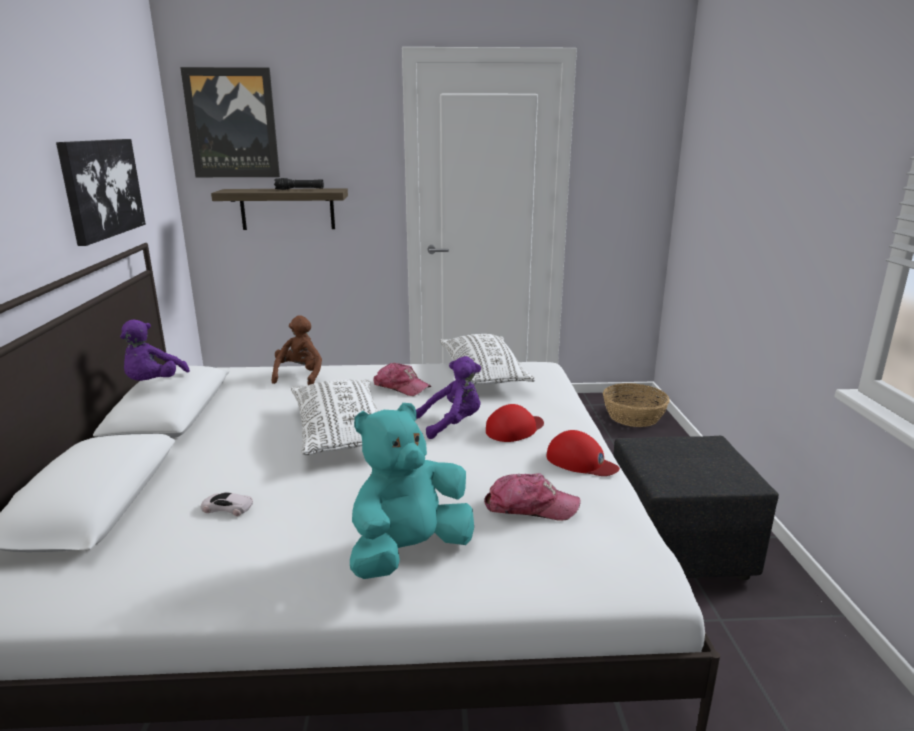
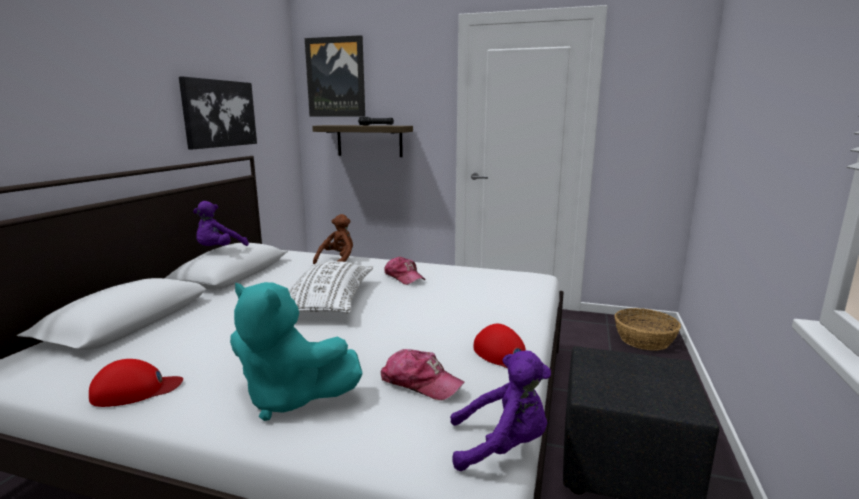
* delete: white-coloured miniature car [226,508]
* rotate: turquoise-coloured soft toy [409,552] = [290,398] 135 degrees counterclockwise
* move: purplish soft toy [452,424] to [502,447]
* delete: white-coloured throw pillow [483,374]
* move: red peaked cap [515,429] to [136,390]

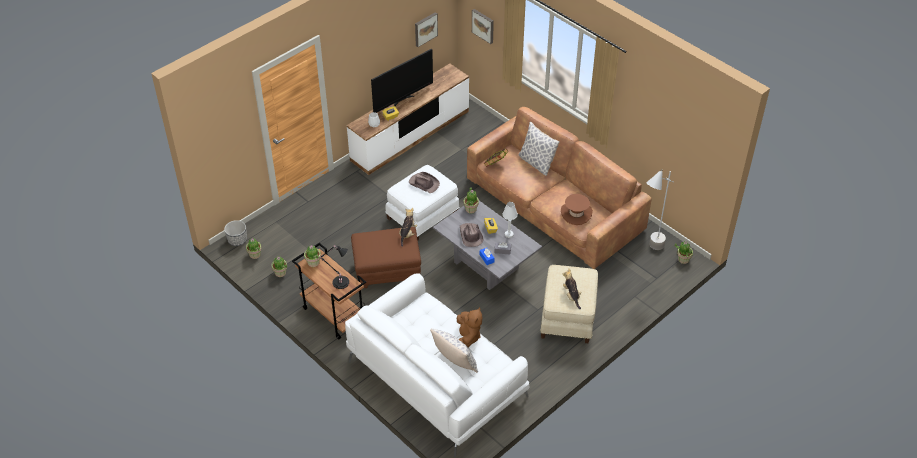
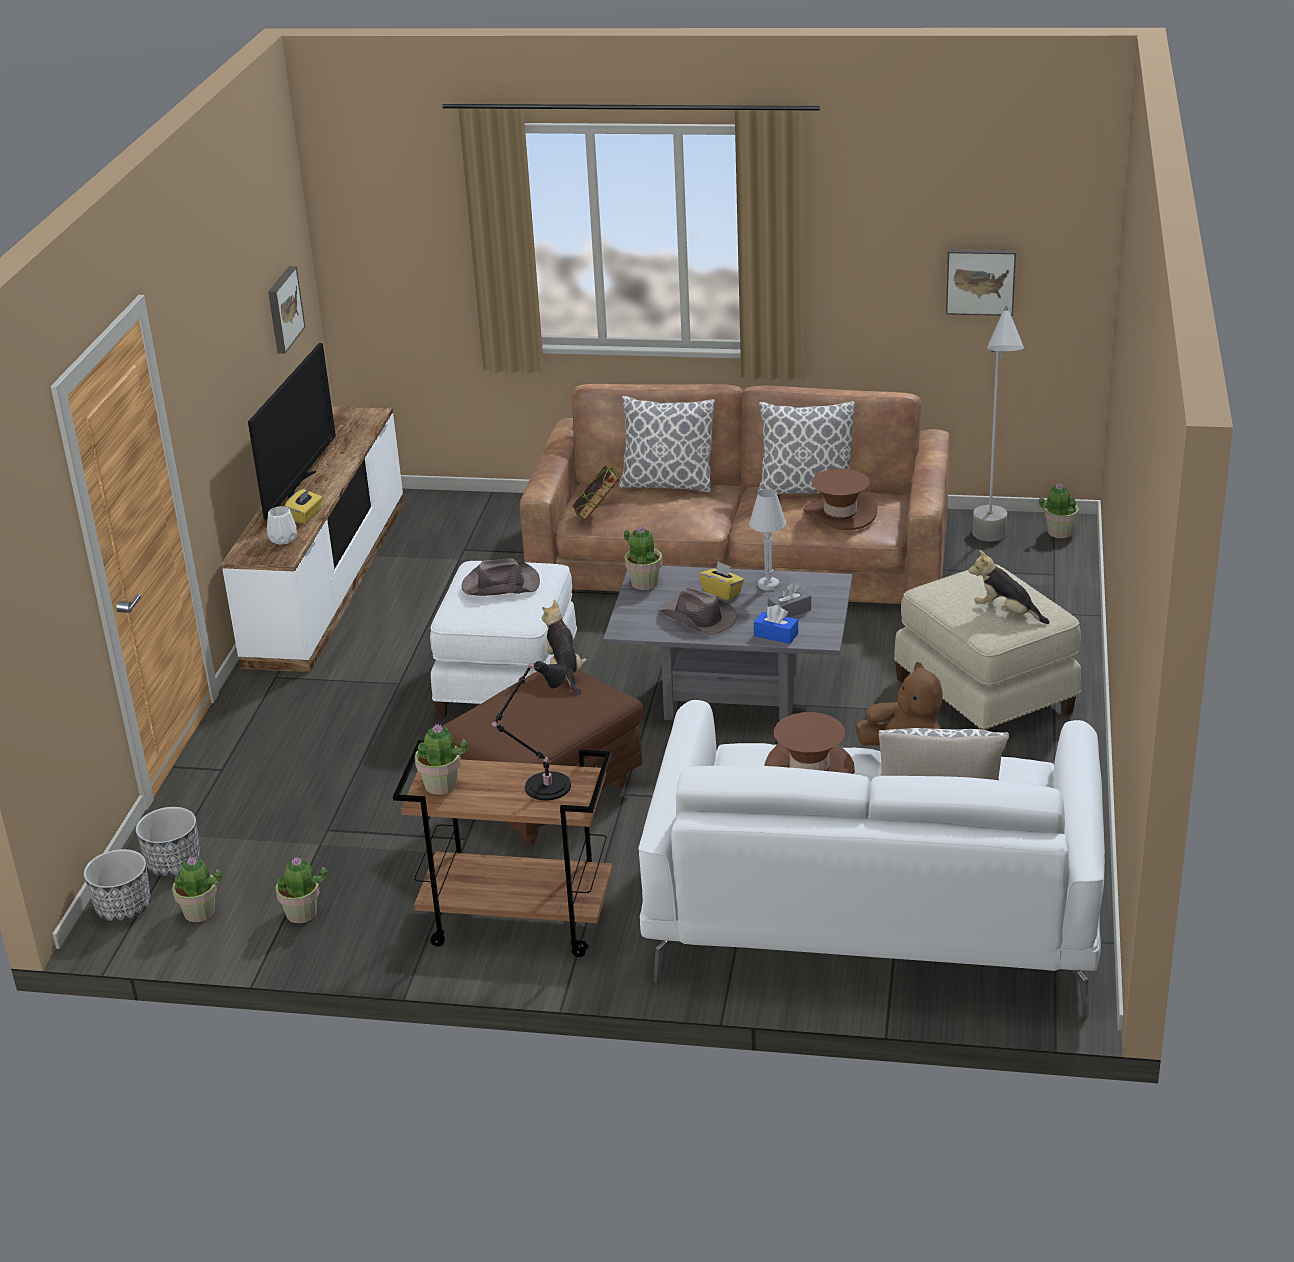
* move: picture [483,25] to [980,281]
* insert: plant pot [174,864]
* insert: throw pillow [805,489]
* insert: brownish wearable hat [809,768]

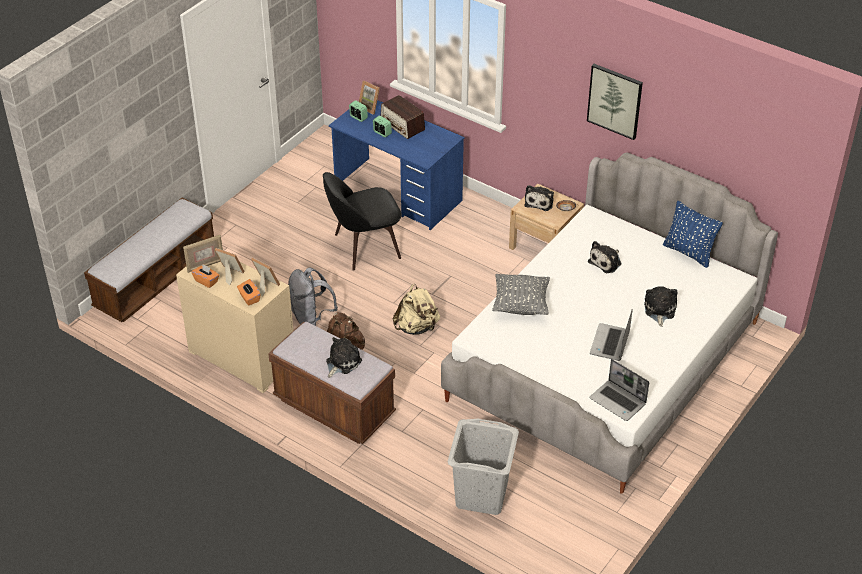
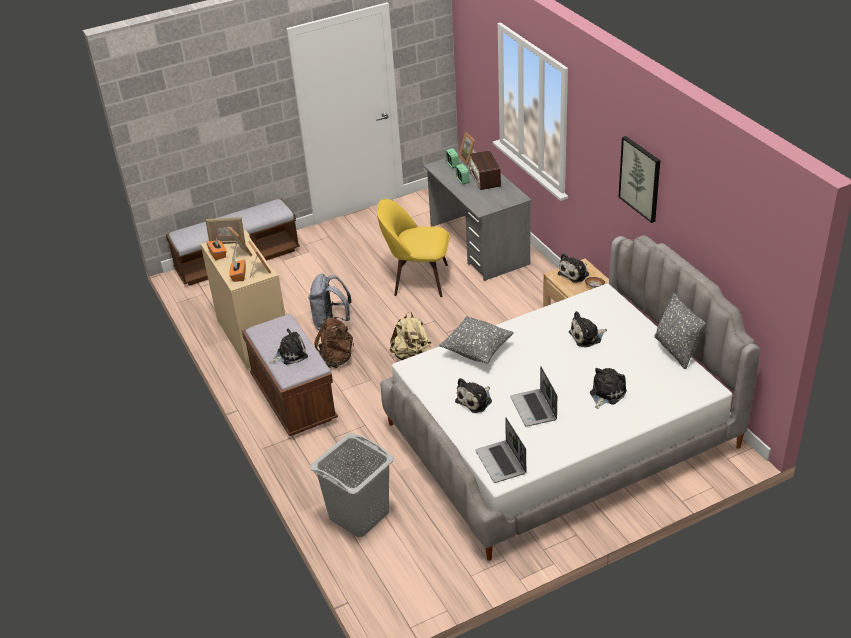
* recolor: black-coloured plain chair [364,247] to yellow-coloured plain chair [418,279]
* recolor: blue desk table [398,193] to greyish desk table [479,245]
* rotate: portable computer [610,344] = [534,409] 60 degrees counterclockwise
* recolor: blue throw pillow [688,252] to greyish throw pillow [676,350]
* insert: soft toy [475,400]

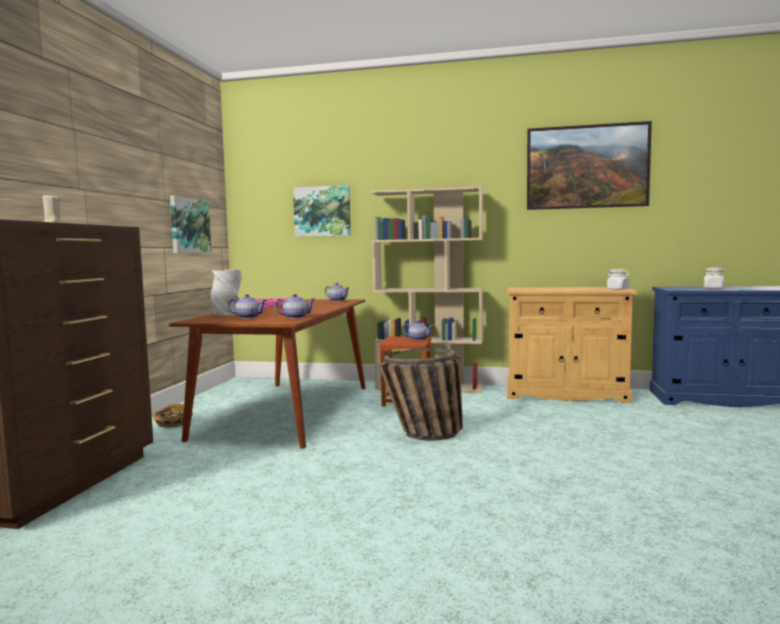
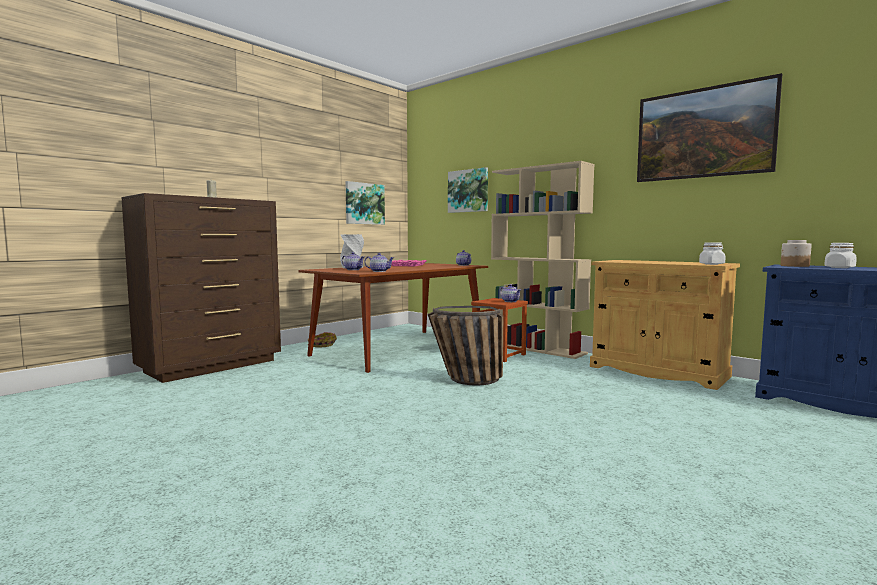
* insert: jar [794,266]

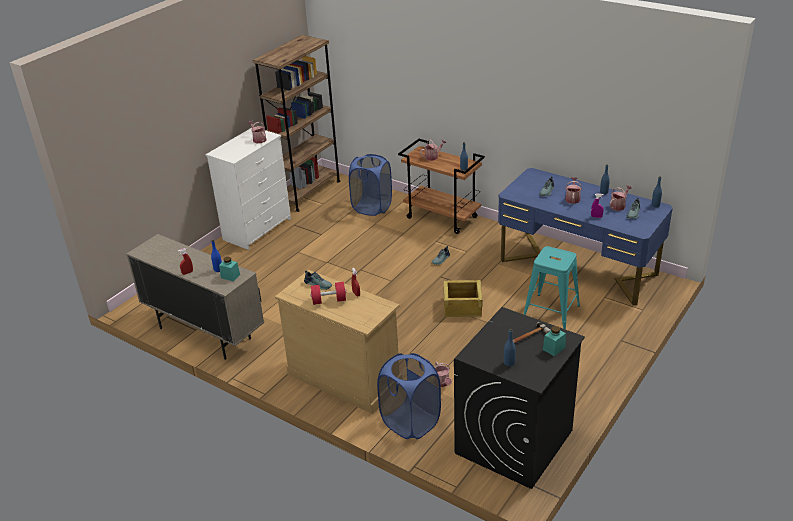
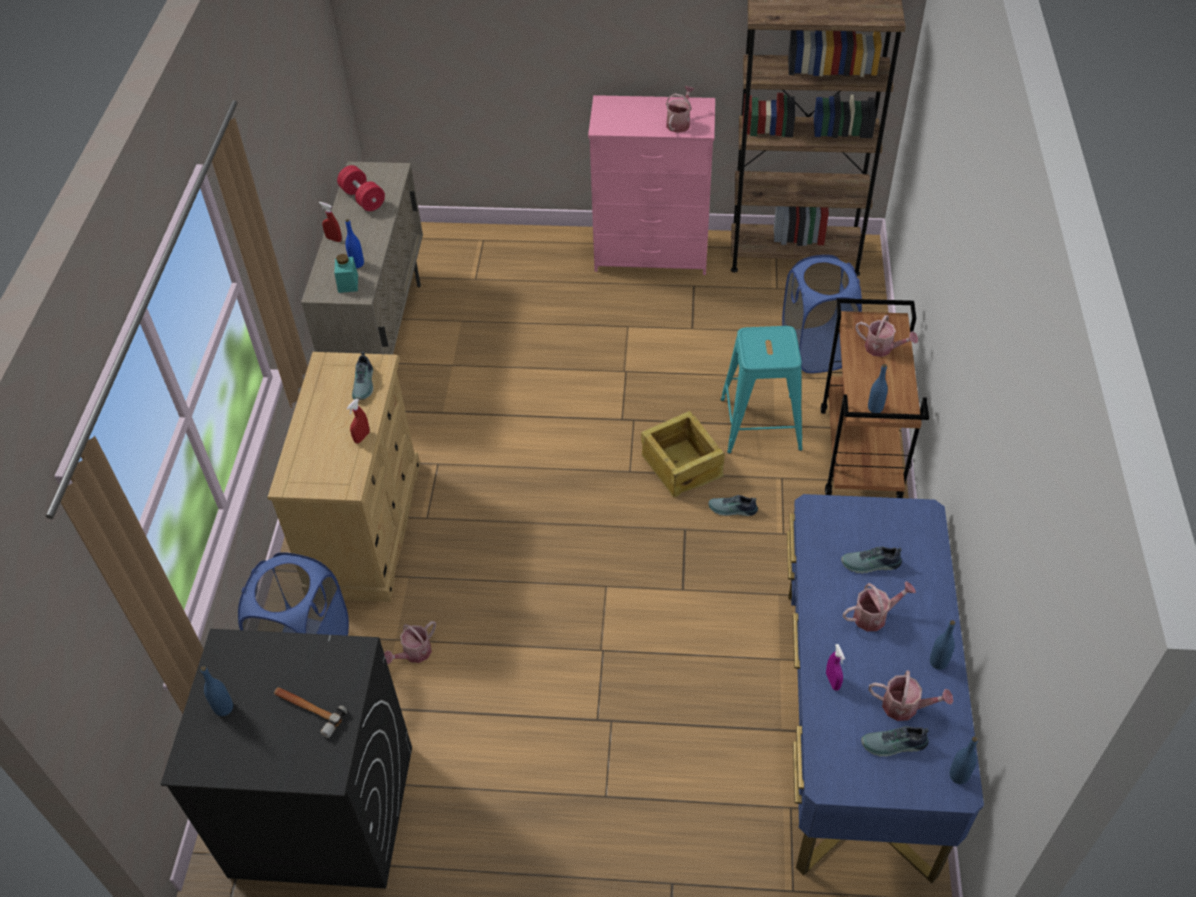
* recolor: white-coloured drawer chest [258,229] to pink-coloured drawer chest [652,254]
* move: red free weight [329,300] to [363,198]
* move: crate [462,306] to [682,465]
* move: turquoise-coloured stool [551,312] to [761,424]
* delete: turquoise-coloured jar [554,348]

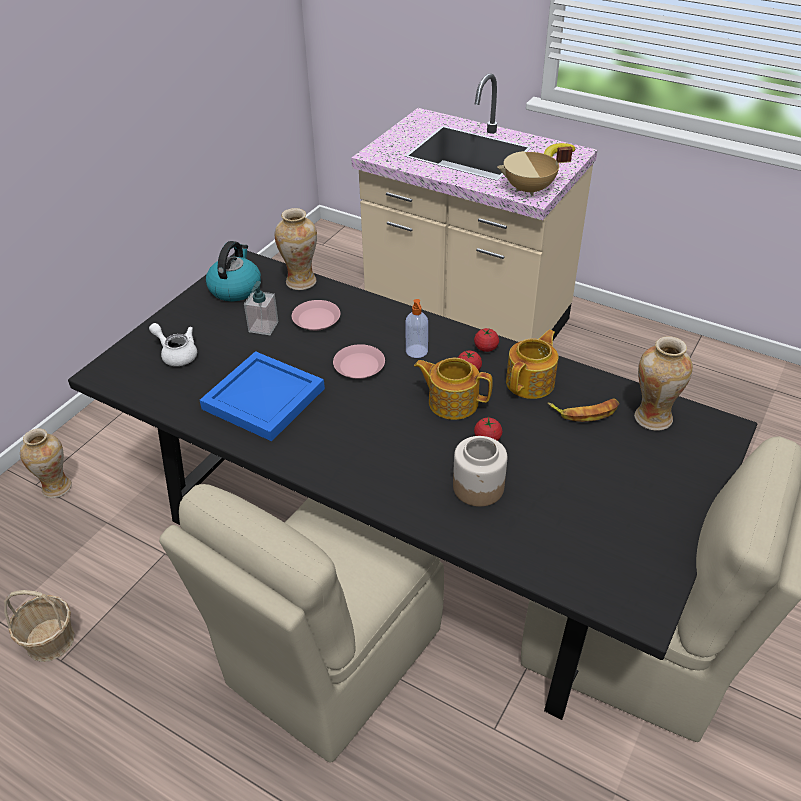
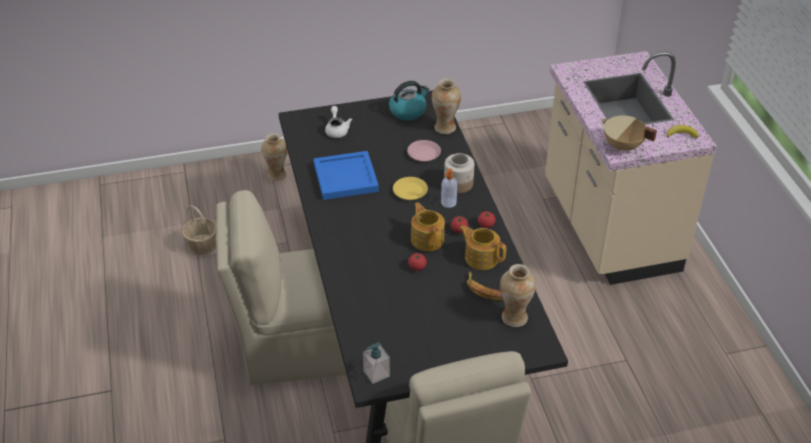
* move: soap dispenser [263,327] to [376,373]
* recolor: pink-coloured dinner plate [359,366] to yellow-coloured dinner plate [410,191]
* move: jar [479,487] to [459,184]
* rotate: teapot [531,382] = [481,257] 135 degrees counterclockwise

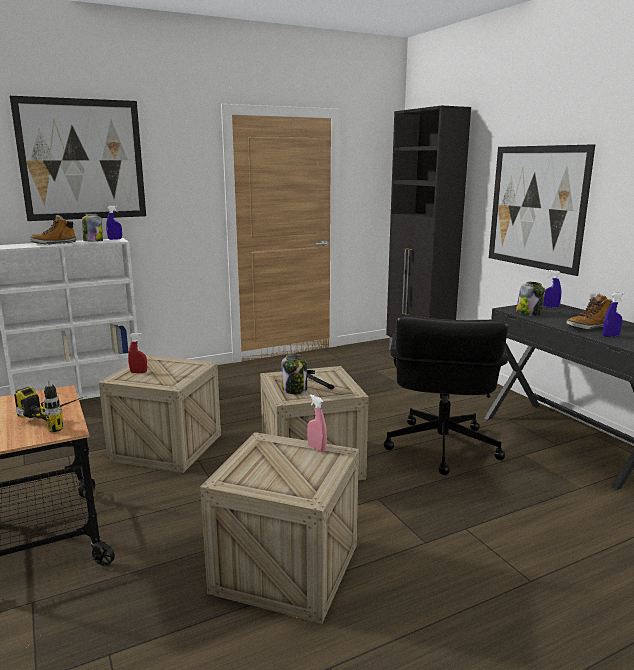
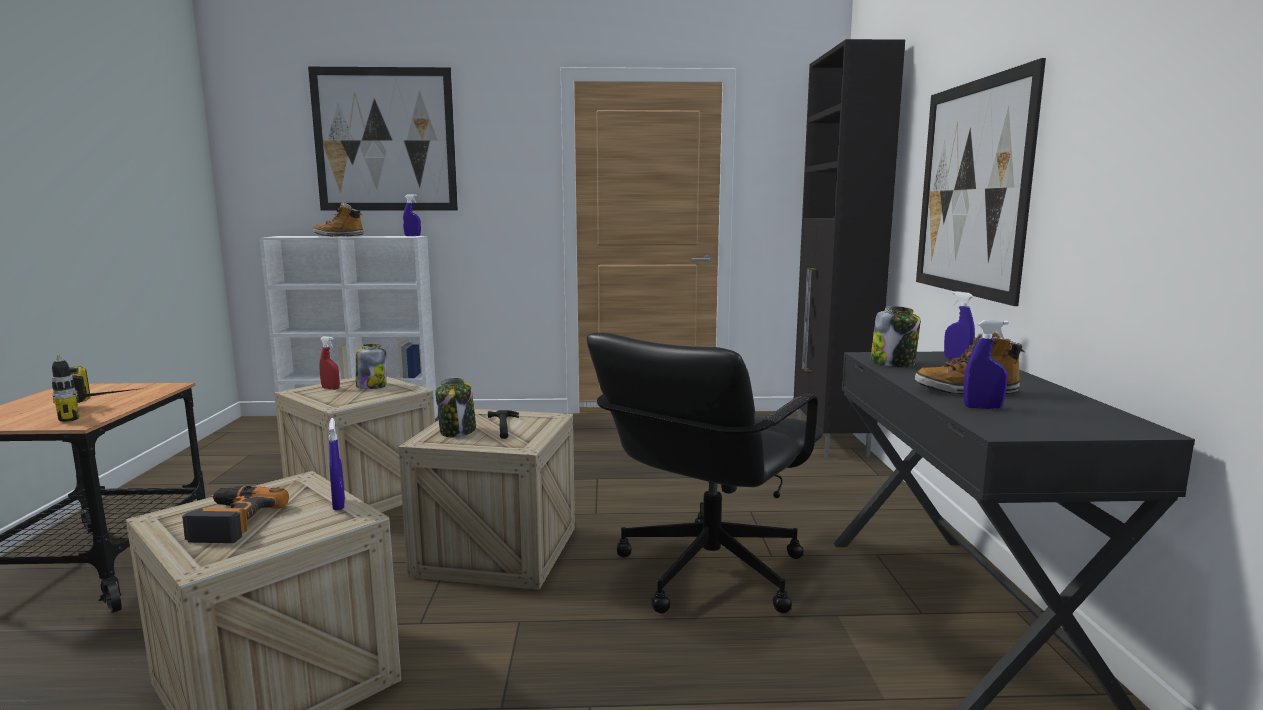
* move: jar [93,241] to [371,387]
* recolor: pink-coloured hand sprayer [316,448] to blue hand sprayer [339,505]
* insert: electric drill [229,522]

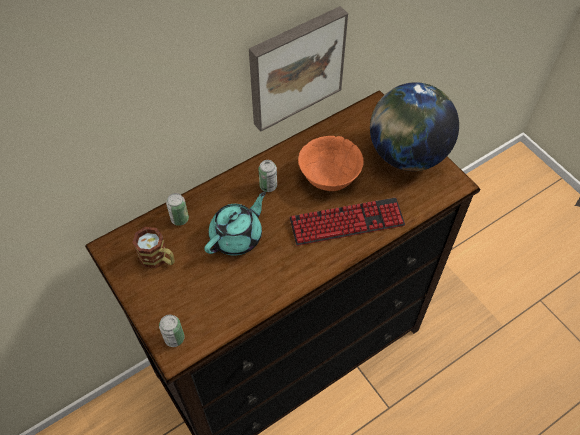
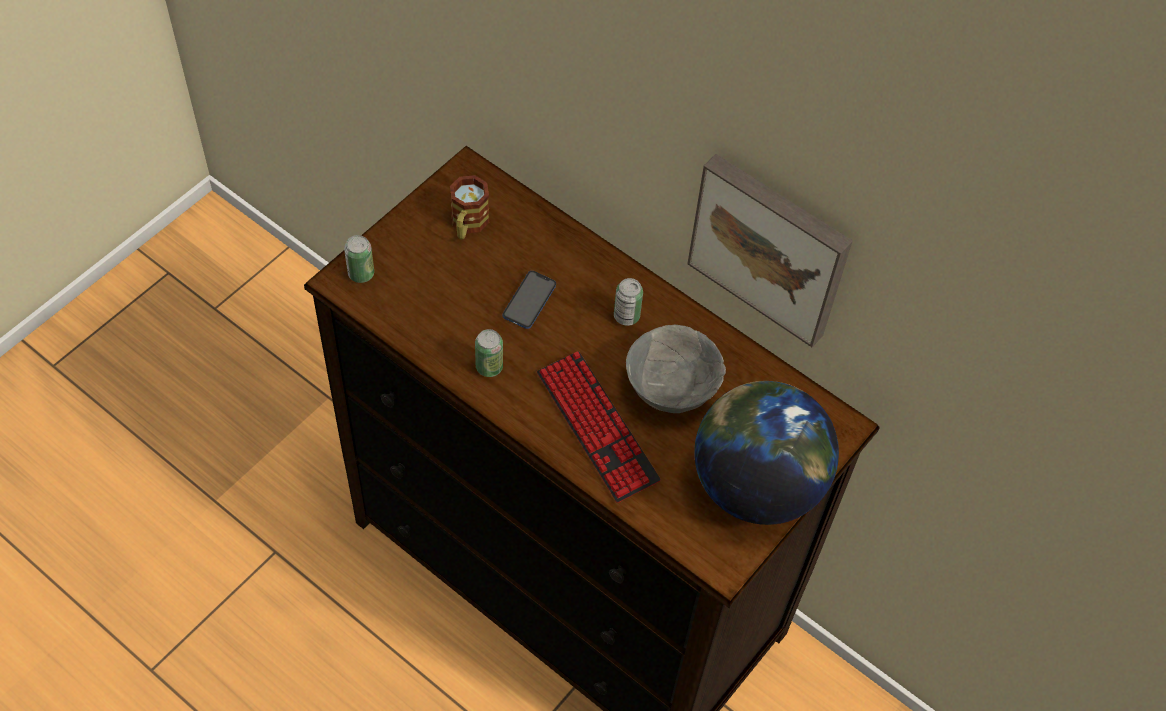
* move: sealed can [179,219] to [489,367]
* replace: turquoise-coloured teapot [237,236] to handset [529,301]
* recolor: orange bowl [329,177] to greyish bowl [670,388]

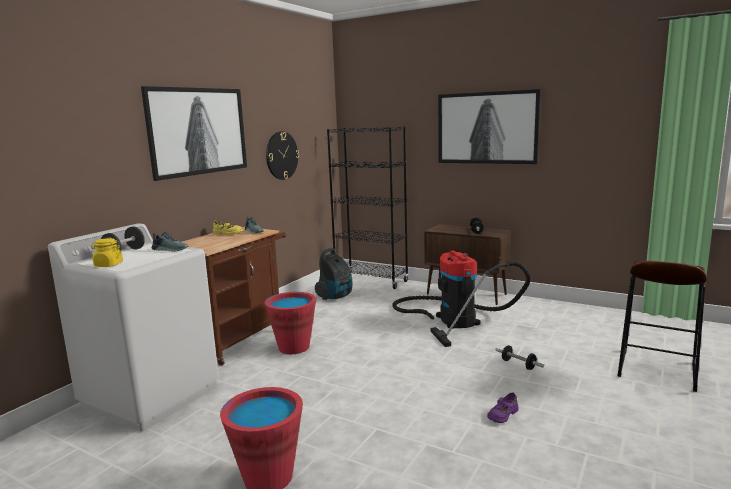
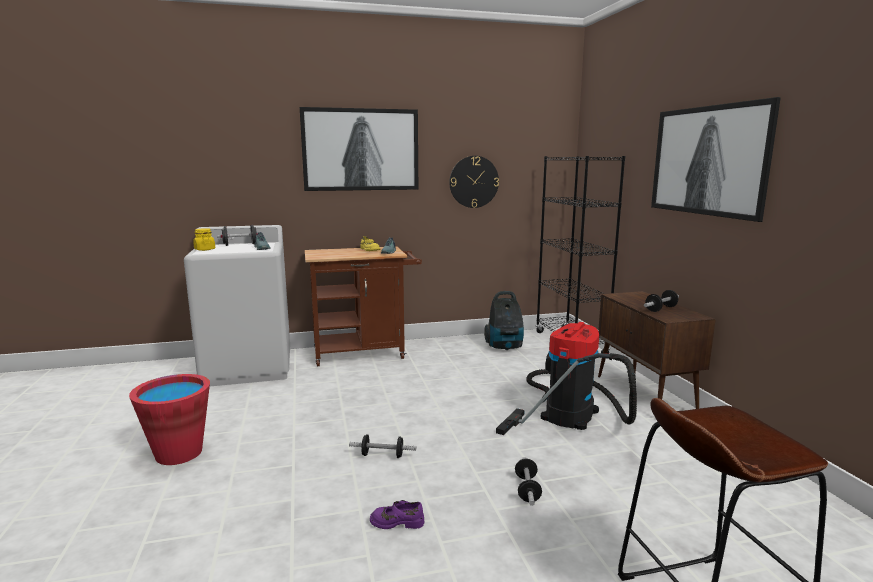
* delete: red water bucket [294,347]
* insert: free weight [382,455]

